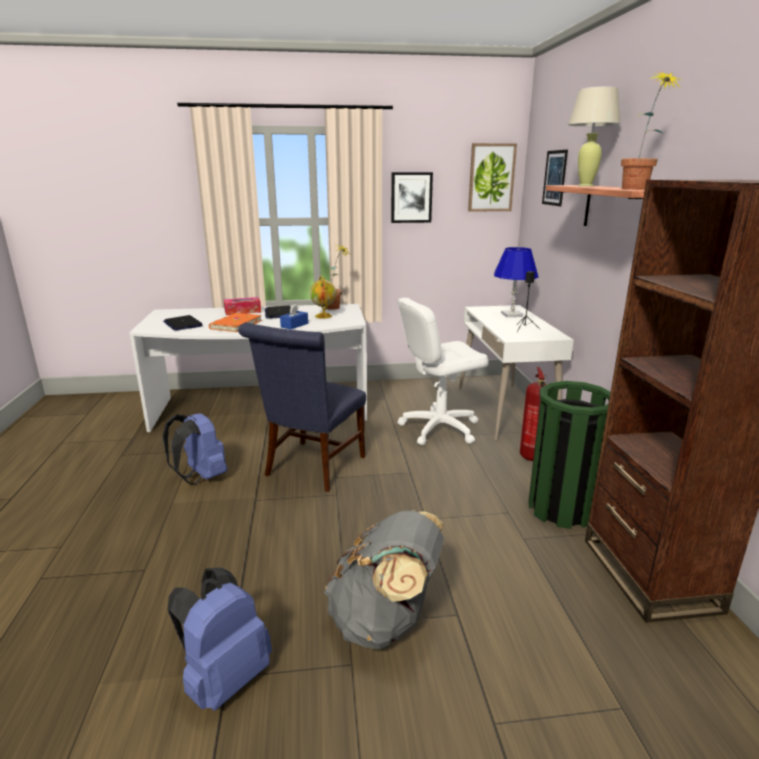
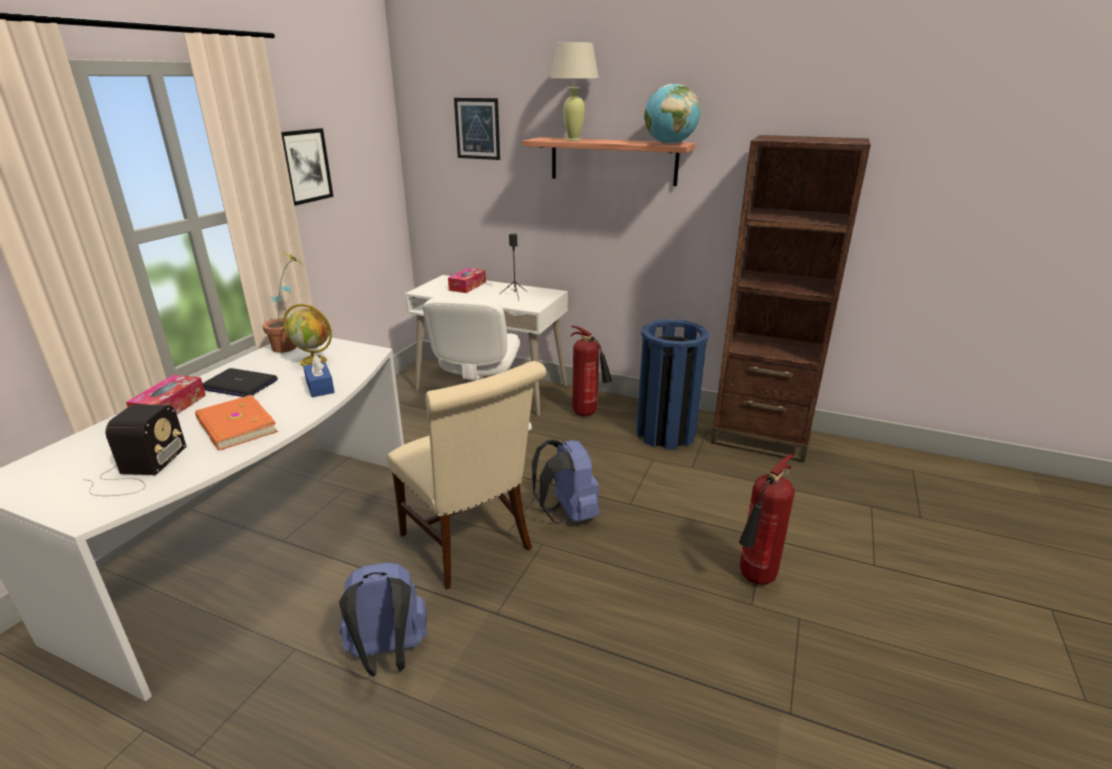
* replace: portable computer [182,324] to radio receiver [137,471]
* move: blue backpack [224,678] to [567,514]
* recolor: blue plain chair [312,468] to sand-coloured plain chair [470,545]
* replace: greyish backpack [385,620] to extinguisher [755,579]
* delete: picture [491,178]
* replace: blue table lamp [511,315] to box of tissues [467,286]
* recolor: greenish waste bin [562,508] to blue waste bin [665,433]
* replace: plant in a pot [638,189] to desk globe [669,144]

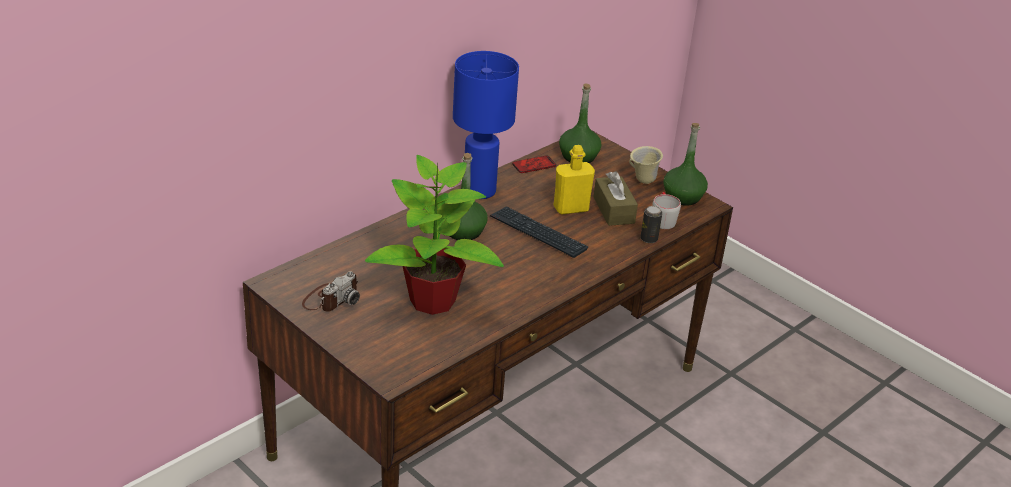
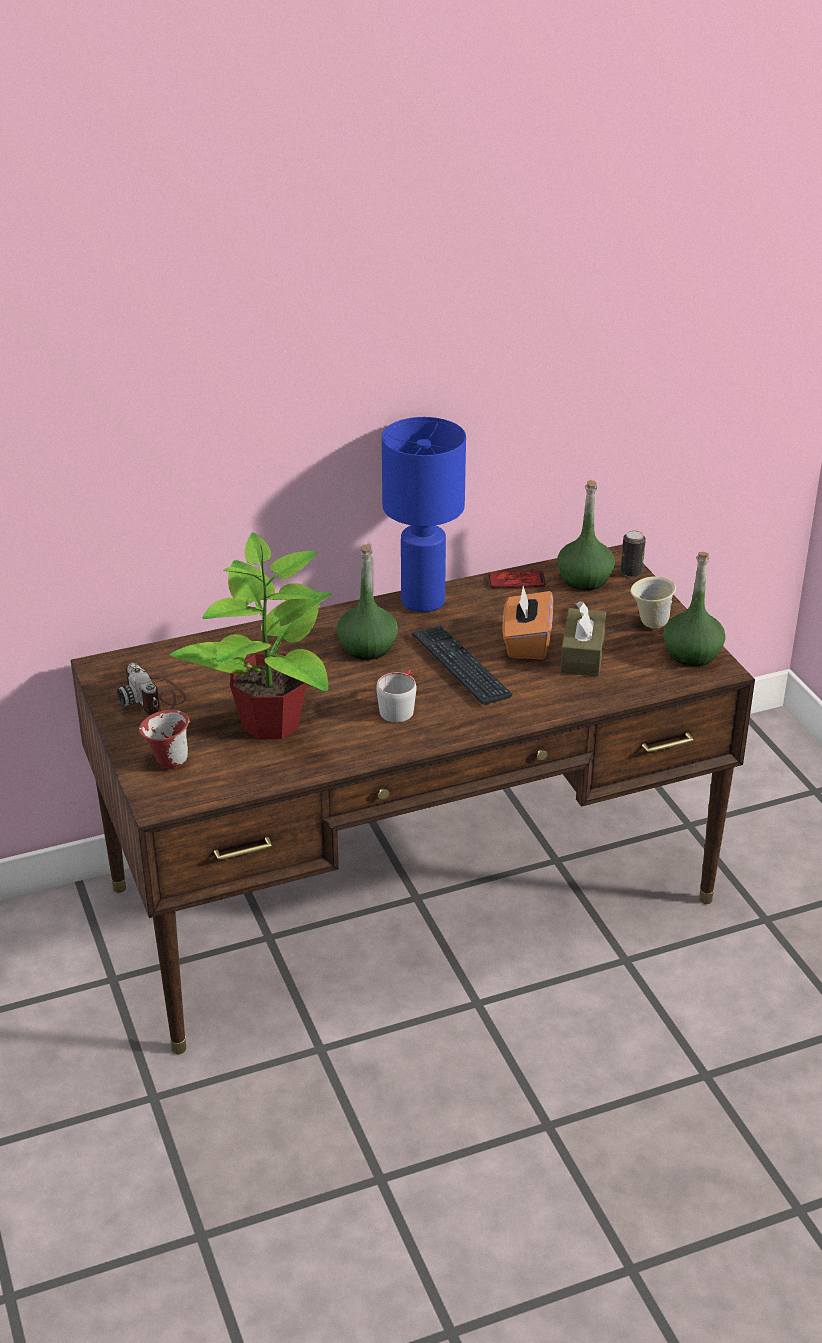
* rotate: still camera [331,299] = [154,698] 90 degrees clockwise
* replace: yellow-coloured bottle [571,208] to orange box of tissues [526,643]
* move: sealed can [649,239] to [631,572]
* move: greyish tea mug [662,219] to [399,707]
* insert: red tea mug [168,762]

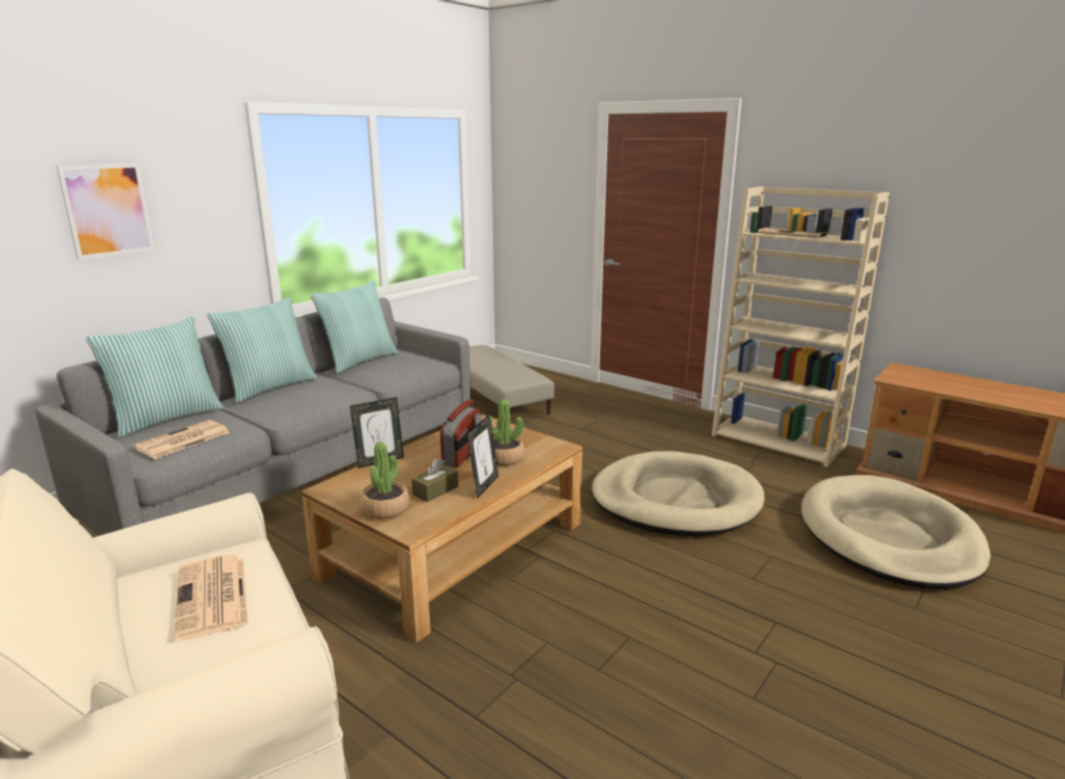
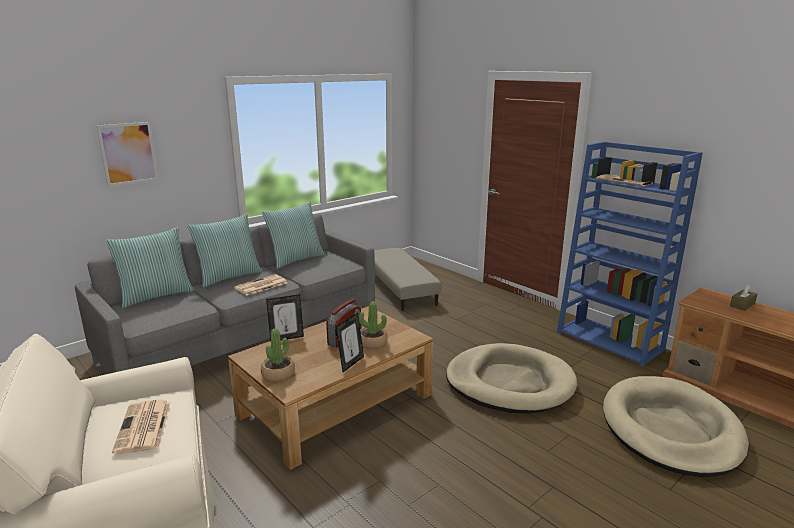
* move: printed paper [182,441] to [260,286]
* move: brownish box of tissues [435,491] to [742,305]
* recolor: sand-coloured bookshelf [779,440] to blue bookshelf [610,341]

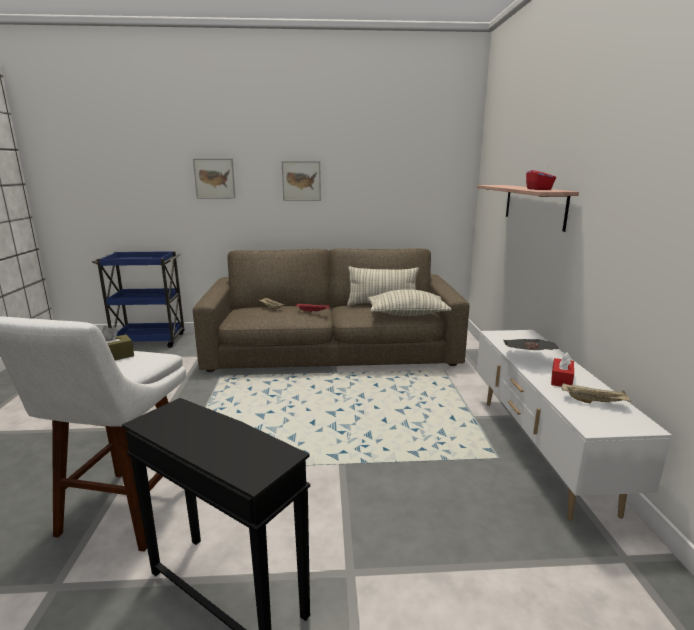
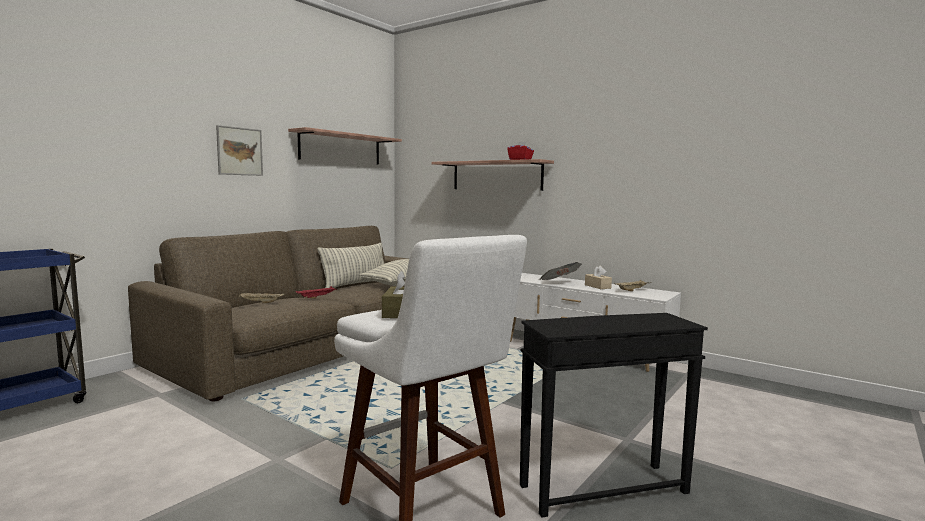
* delete: picture [214,178]
* recolor: red box of tissues [561,379] to sand-coloured box of tissues [597,286]
* insert: wall shelf [341,148]

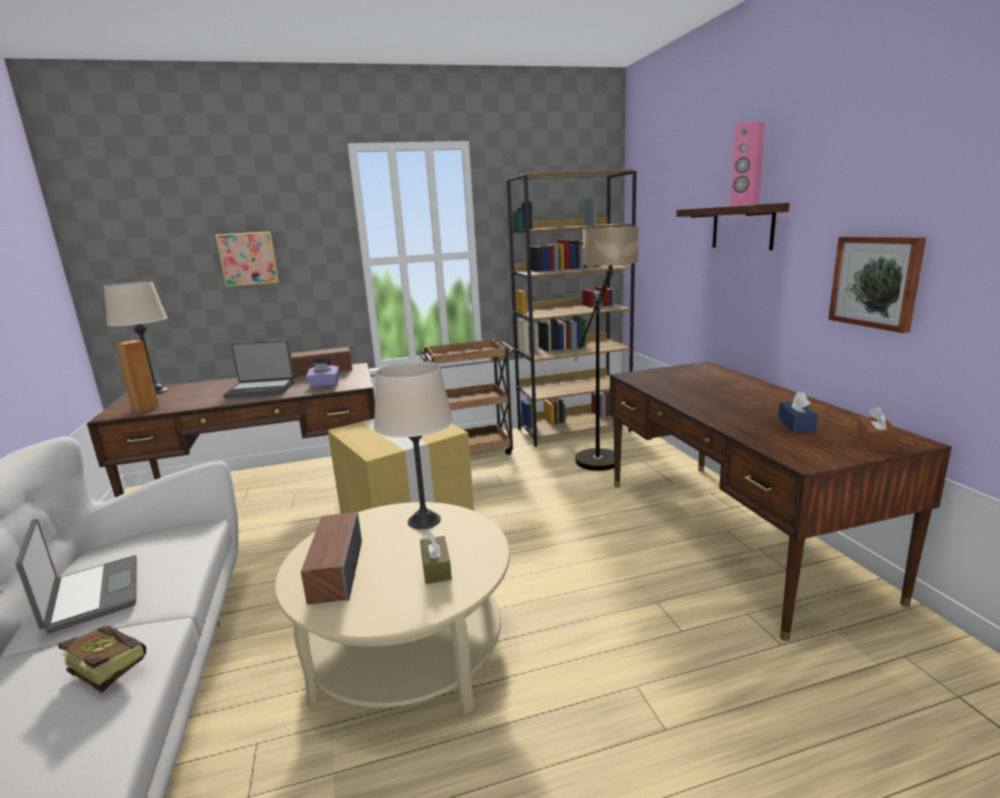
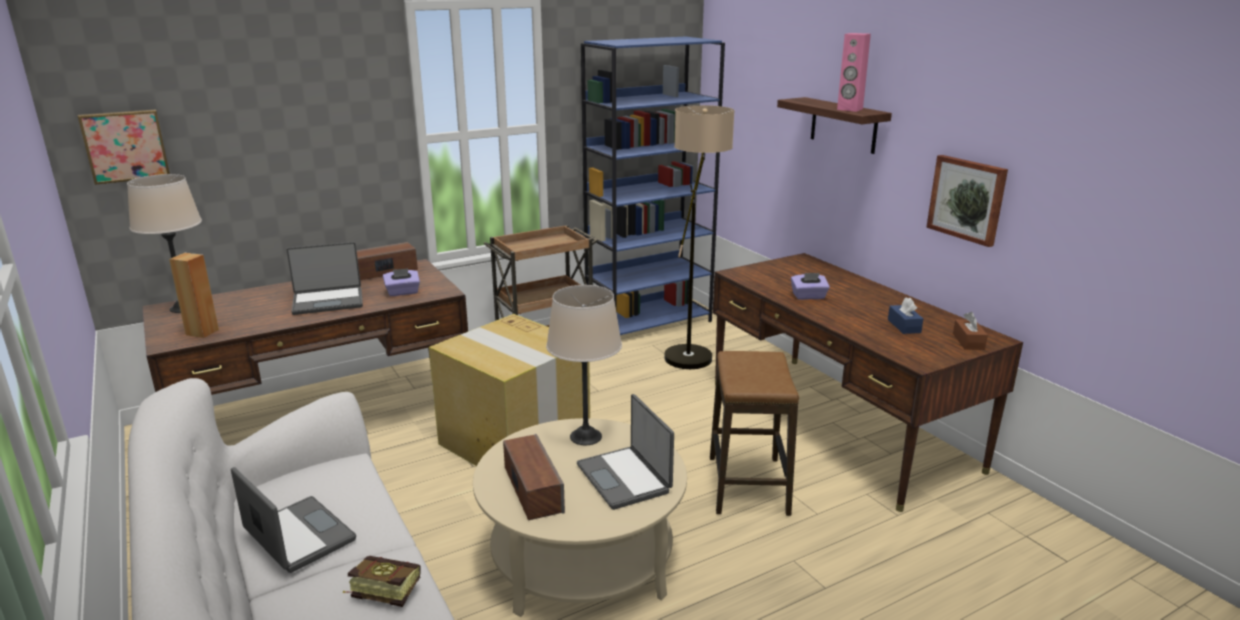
* move: picture [248,258] to [125,146]
* replace: brownish box of tissues [436,568] to portable computer [625,478]
* recolor: brownish bookshelf [574,430] to blue bookshelf [649,322]
* insert: stool [747,485]
* insert: purplish box of tissues [808,296]

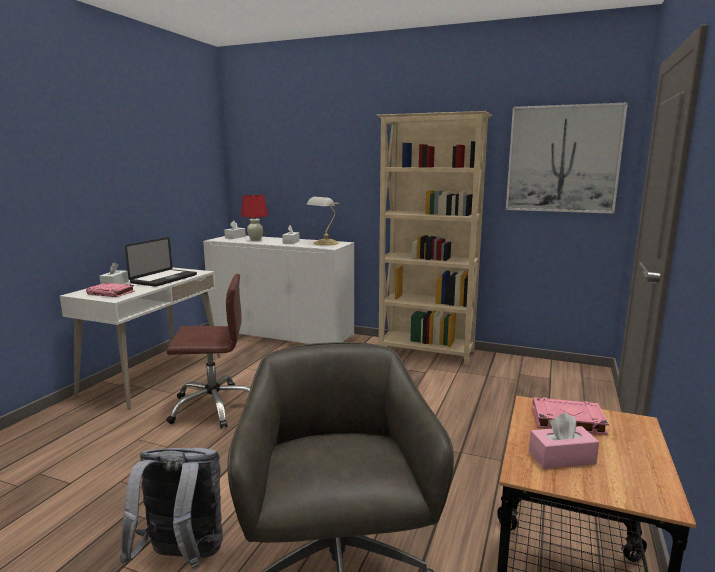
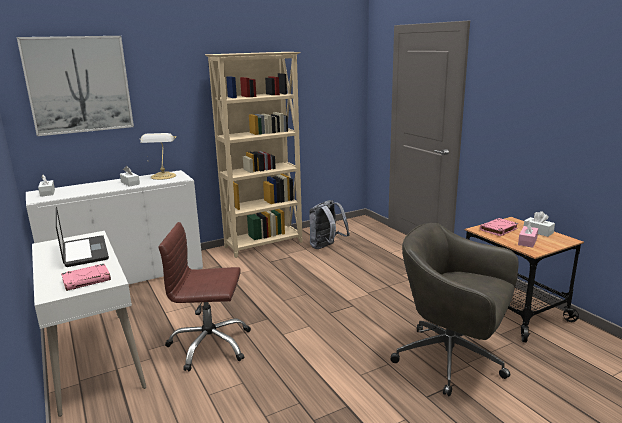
* move: white-coloured box of tissues [115,284] to [538,231]
* move: greyish backpack [182,558] to [326,247]
* rotate: brownish office chair [214,406] = [210,345] 120 degrees counterclockwise
* delete: red table lamp [255,240]
* move: picture [562,159] to [79,85]

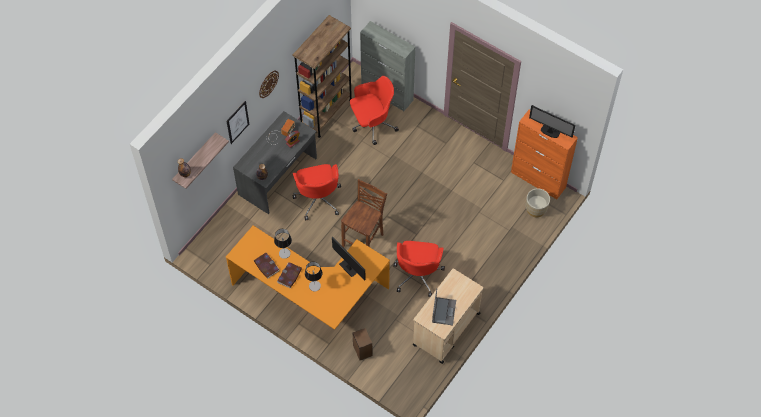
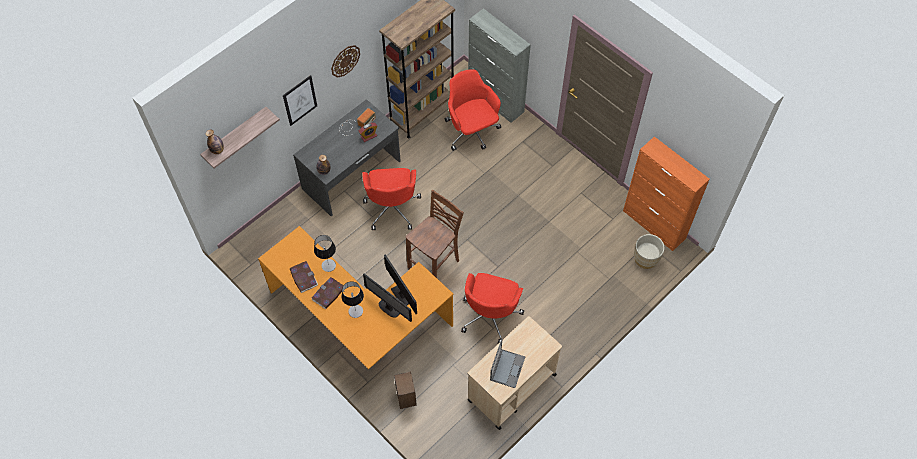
* rotate: red office chair [372,124] = [472,131] 105 degrees counterclockwise
* move: computer display [549,132] to [389,308]

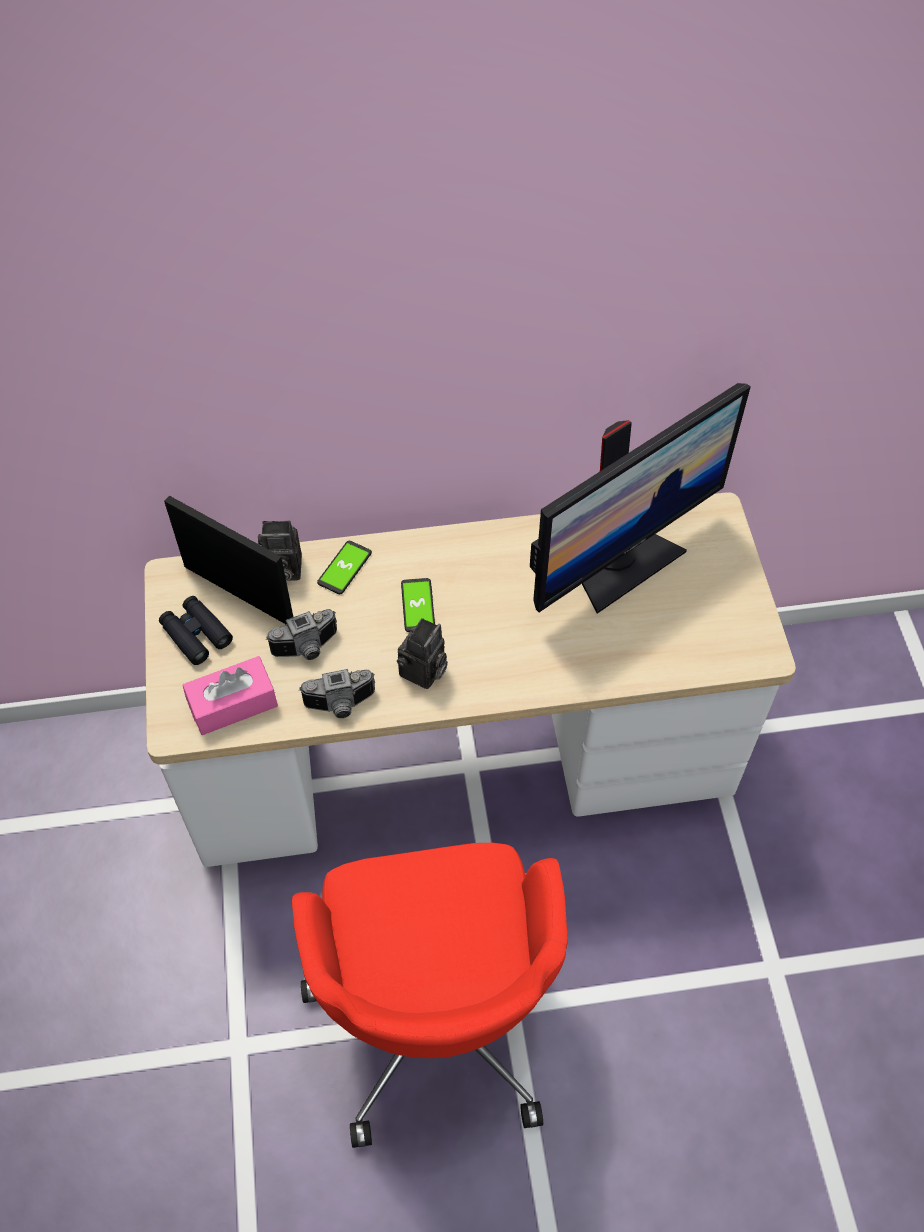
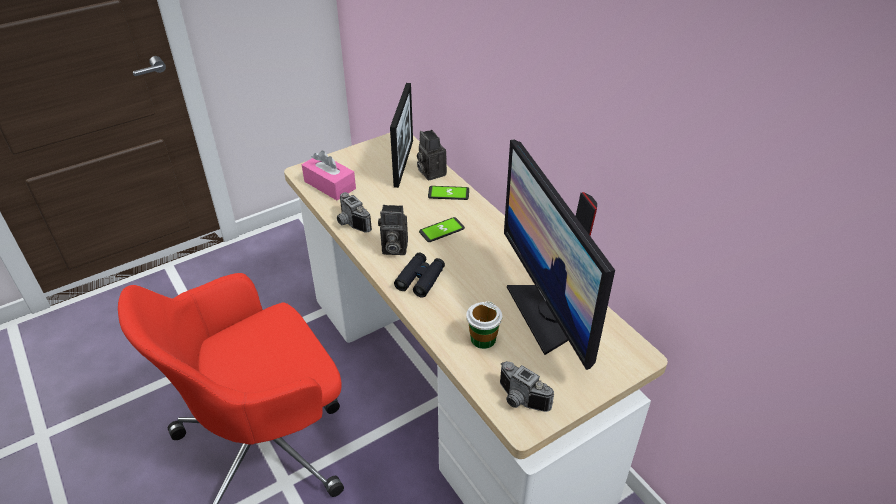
* move: black-coloured pair of binoculars [196,634] to [420,279]
* move: still camera [308,649] to [519,400]
* rotate: computer display [621,562] = [547,314] 45 degrees clockwise
* insert: cup [483,339]

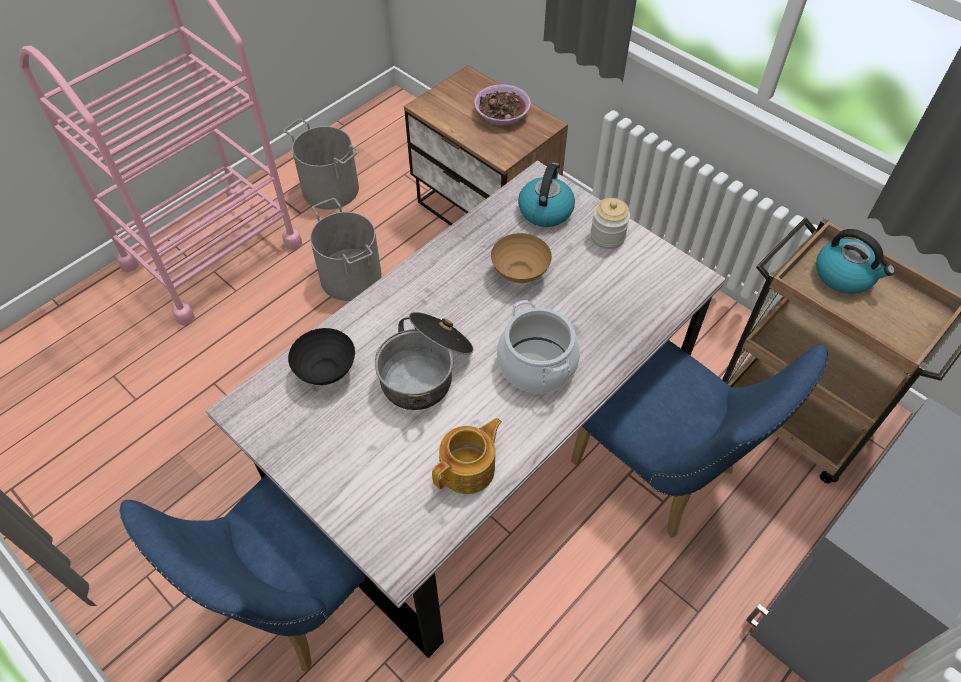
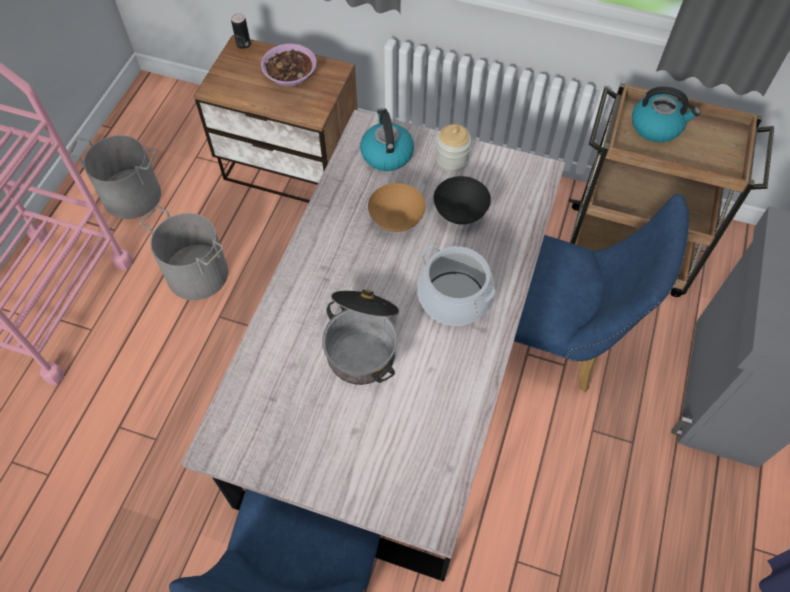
* move: black-coloured bowl [326,373] to [460,215]
* delete: teapot [469,469]
* insert: sealed can [243,44]

